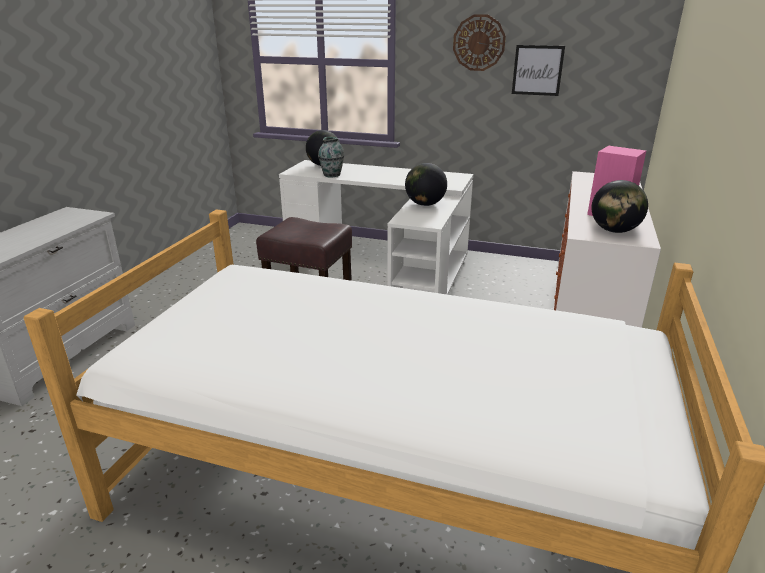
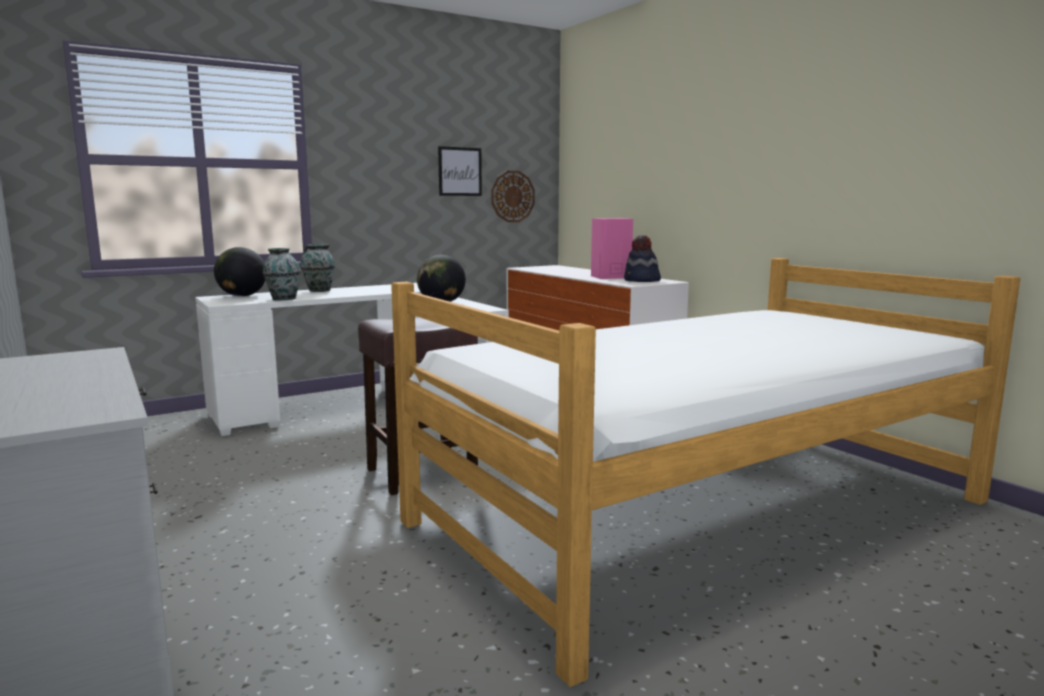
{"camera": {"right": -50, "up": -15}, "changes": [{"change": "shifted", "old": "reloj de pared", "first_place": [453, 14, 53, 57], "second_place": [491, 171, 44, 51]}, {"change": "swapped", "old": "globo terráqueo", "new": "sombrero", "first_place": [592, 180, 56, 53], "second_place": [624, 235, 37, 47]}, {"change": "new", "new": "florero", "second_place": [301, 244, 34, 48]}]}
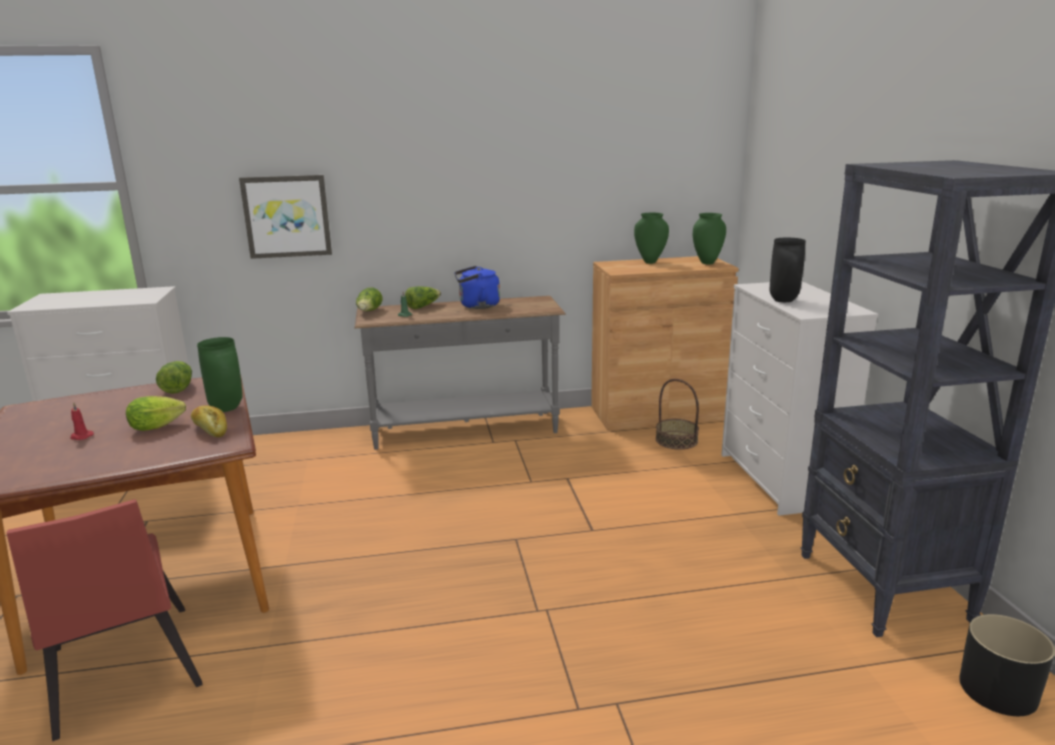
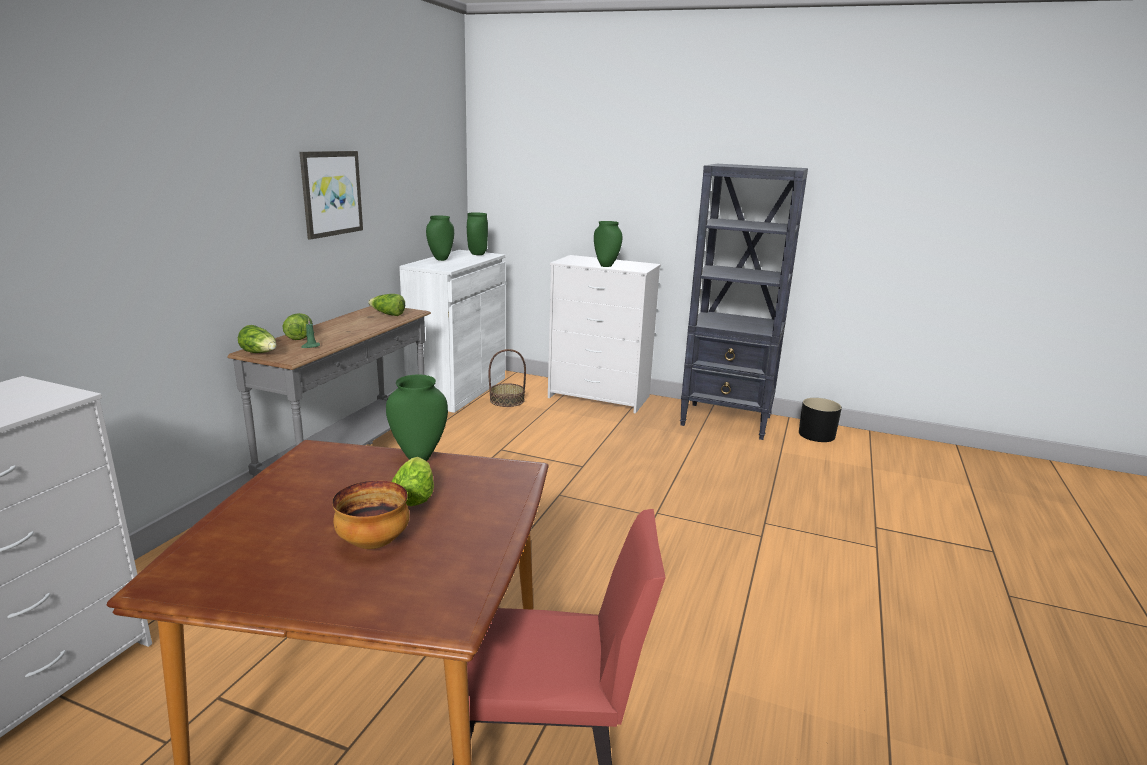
{"camera": {"right": -60, "up": 0}, "changes": [{"change": "shifted", "old": "cuadro", "first_place": [239, 175, 93, 84], "second_place": [299, 151, 64, 89]}, {"change": "repainted", "old": "florero [negro]", "new": "florero [verde]", "first_place": [770, 238, 36, 64], "second_place": [594, 221, 28, 46]}, {"change": "repainted", "old": "armario [marrón]", "new": "armario [blanco]", "first_place": [591, 256, 148, 175], "second_place": [399, 250, 106, 163]}, {"change": "gone", "old": "hervidor [azul]", "first_place": [454, 266, 46, 43]}, {"change": "shifted", "old": "lechuga", "first_place": [156, 361, 36, 33], "second_place": [368, 294, 37, 22]}, {"change": "swapped", "old": "vela [rojo]", "new": "cuenco", "first_place": [70, 402, 24, 38], "second_place": [332, 480, 78, 69]}, {"change": "gone", "old": "pan", "first_place": [191, 405, 36, 32]}]}
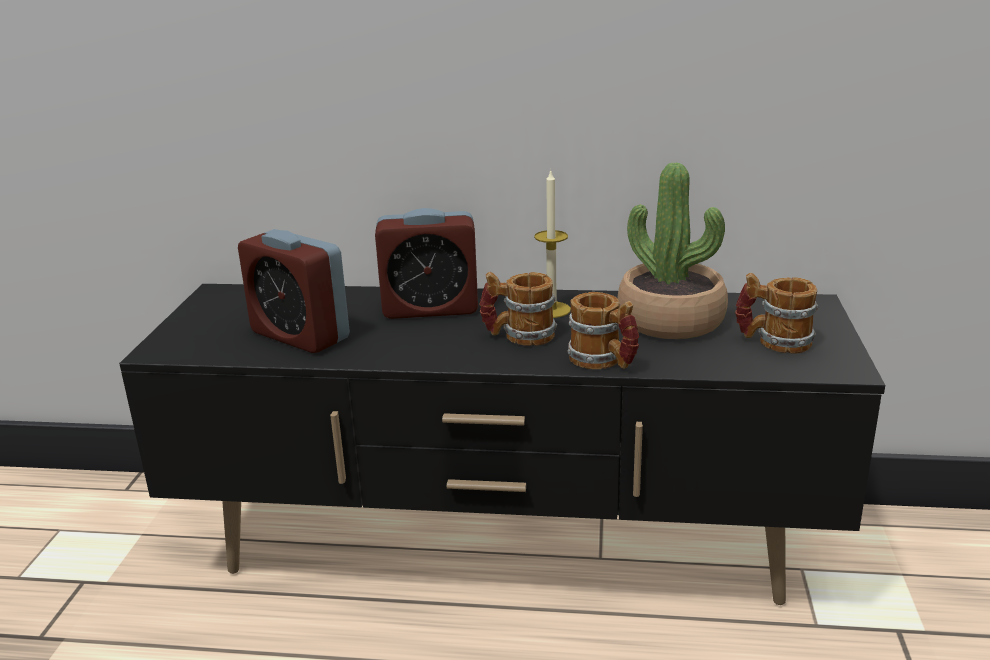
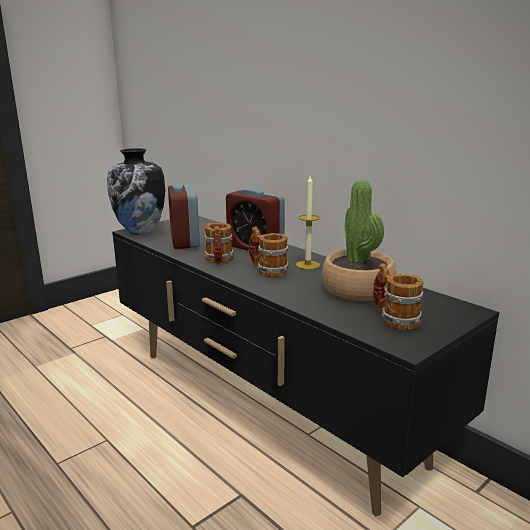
{"camera": {"right": 40, "up": -5}, "changes": [{"change": "shifted", "old": "taza grande", "first_place": [568, 292, 71, 77], "second_place": [205, 223, 29, 42]}, {"change": "new", "new": "florero", "second_place": [107, 148, 58, 87]}]}
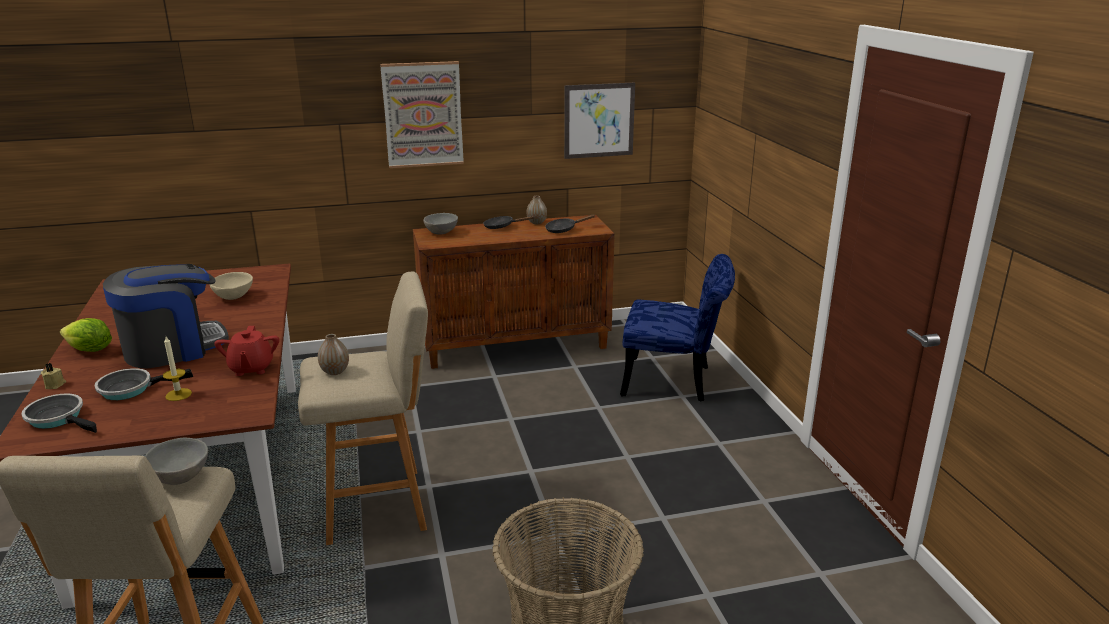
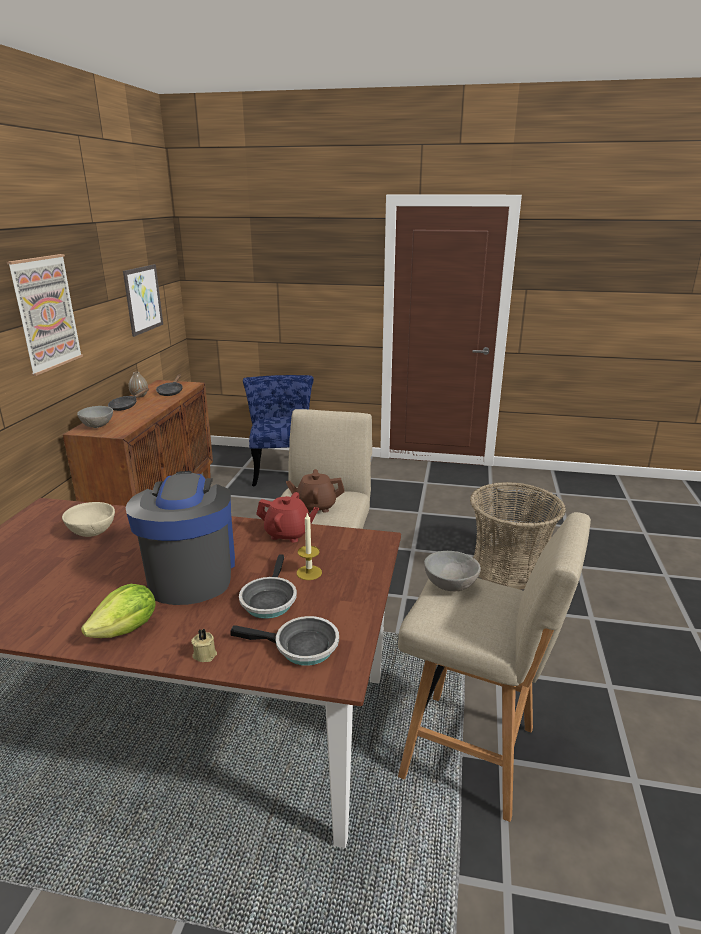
{"camera": {"right": -65, "up": 0}, "changes": [{"change": "rotated", "old": "silla [azul]", "first_place": [620, 254, 115, 147], "second_place": [243, 375, 71, 111], "degrees": -45}, {"change": "swapped", "old": "florero", "new": "tetera [marrón]", "first_place": [318, 334, 31, 41], "second_place": [286, 469, 58, 44]}, {"change": "rotated", "old": "sartén", "first_place": [21, 393, 76, 40], "second_place": [230, 616, 109, 50], "degrees": -135}]}
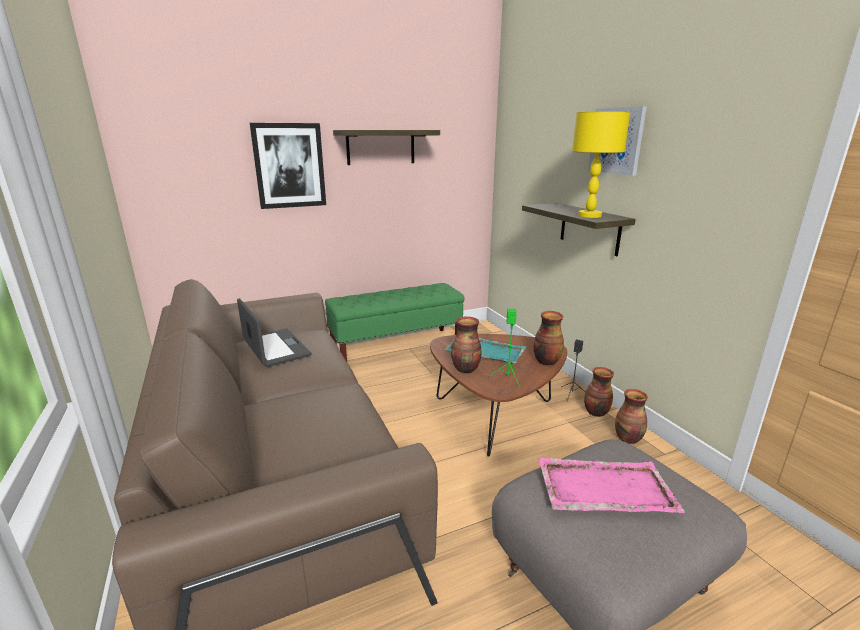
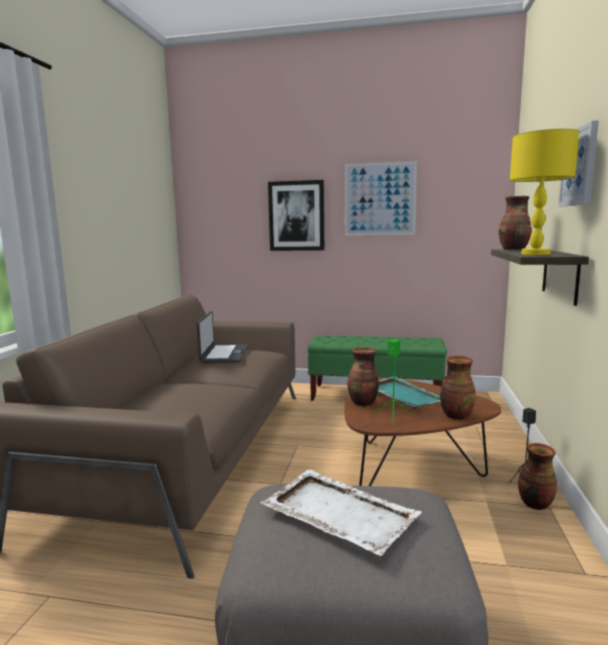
{"camera": {"right": 35, "up": -10}, "changes": [{"change": "swapped", "old": "estante", "new": "cuadro", "first_place": [333, 130, 107, 35], "second_place": [345, 161, 72, 75]}, {"change": "shifted", "old": "florero", "first_place": [615, 389, 33, 55], "second_place": [499, 196, 32, 54]}, {"change": "repainted", "old": "bandeja [rosa]", "new": "bandeja [blanco]", "first_place": [538, 458, 147, 55], "second_place": [260, 469, 162, 87]}]}
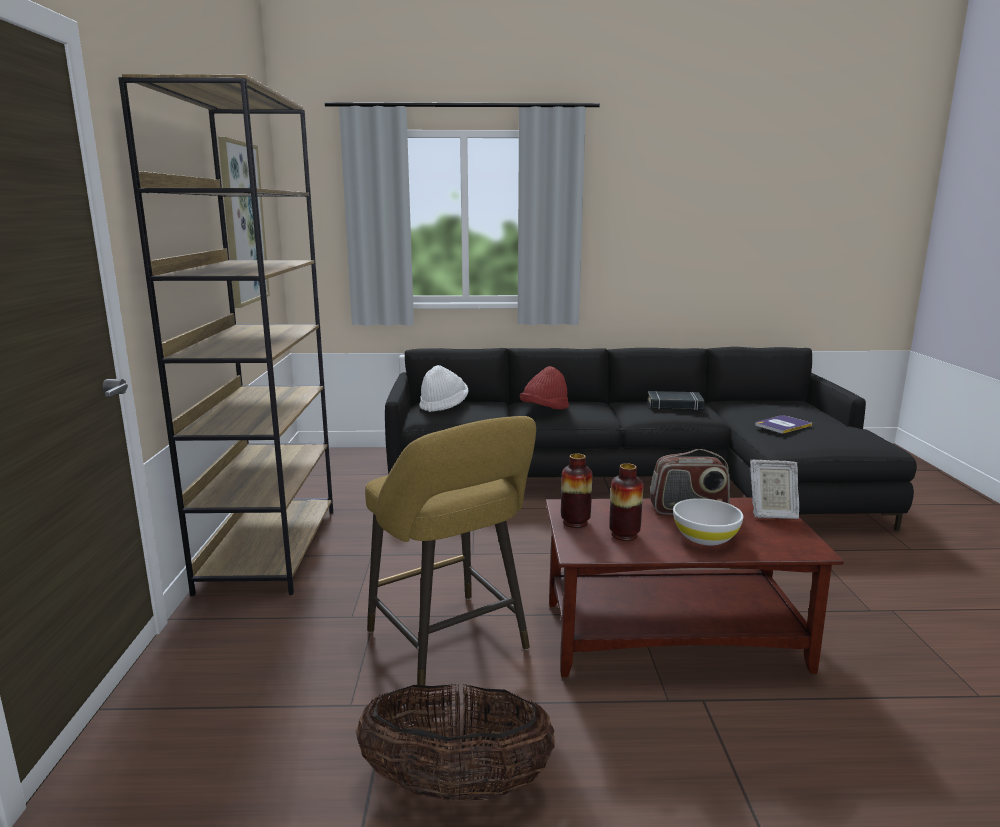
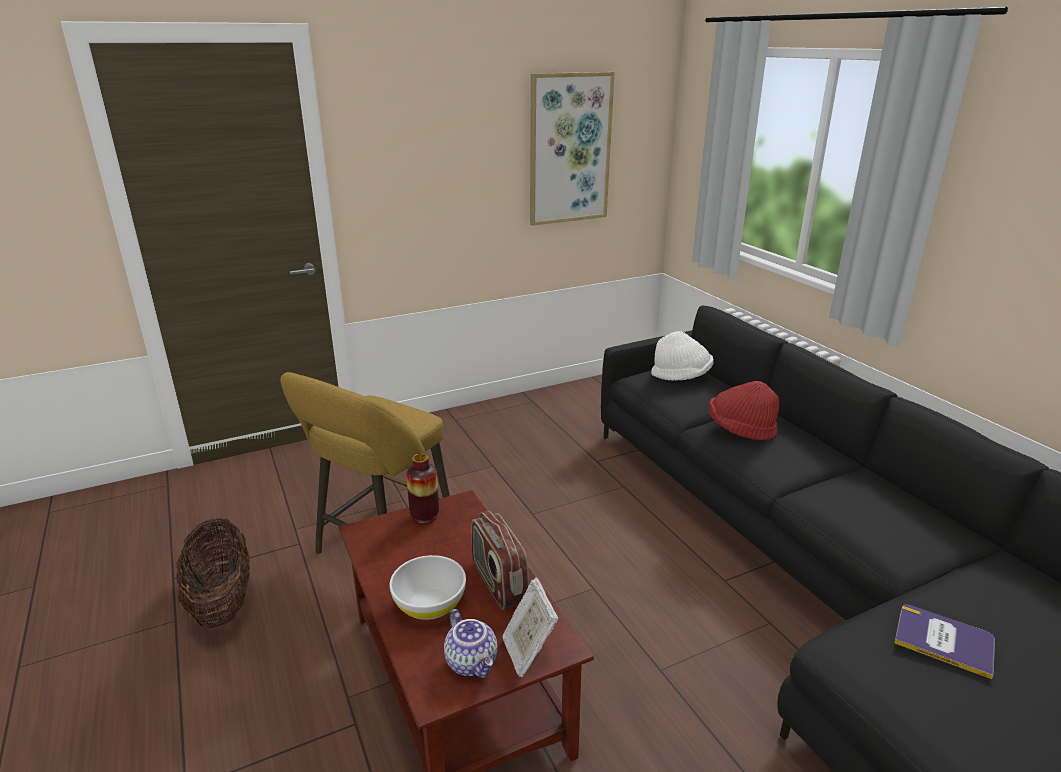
{"camera": {"right": 65, "up": 10}, "changes": [{"change": "gone", "old": "estantería [marrón]", "first_place": [118, 74, 215, 522]}, {"change": "gone", "old": "libro [negro]", "first_place": [647, 391, 57, 19]}, {"change": "gone", "old": "florero", "first_place": [609, 463, 34, 78]}, {"change": "new", "new": "tetera", "second_place": [444, 609, 54, 69]}]}
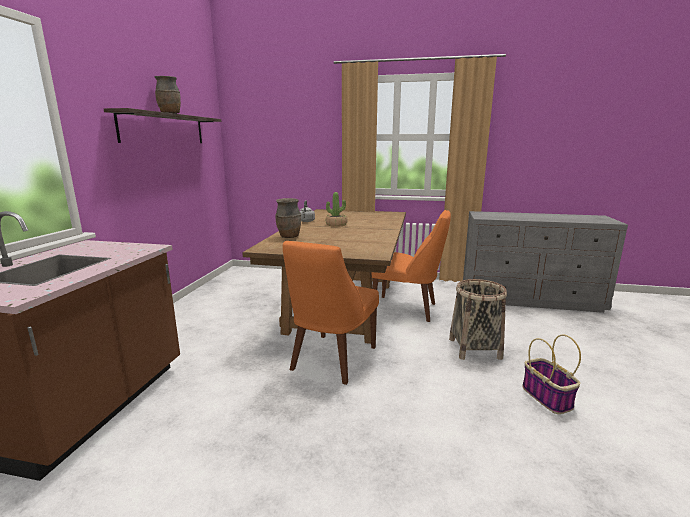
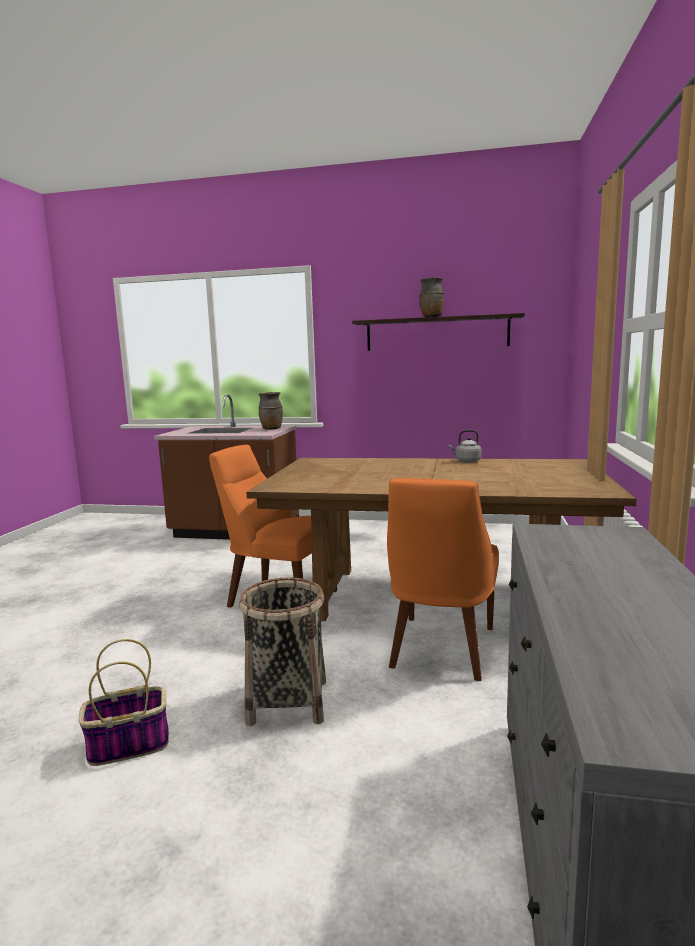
{"camera": {"right": 90, "up": -5}, "changes": [{"change": "gone", "old": "planta en maceta", "first_place": [326, 192, 21, 35]}, {"change": "shifted", "old": "florero [marrón]", "first_place": [276, 198, 25, 40], "second_place": [258, 392, 25, 38]}]}
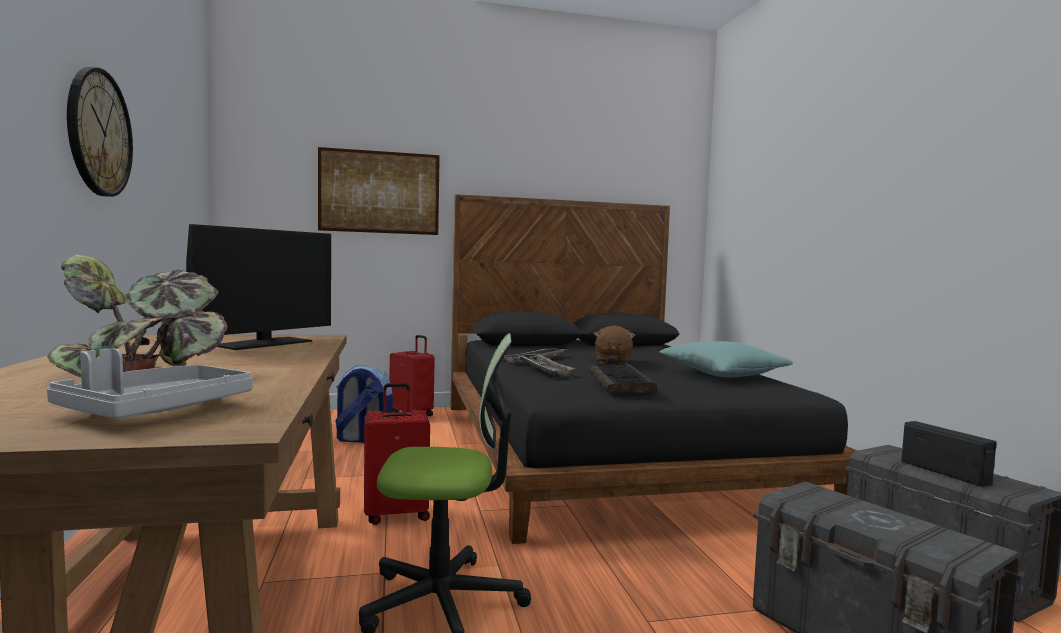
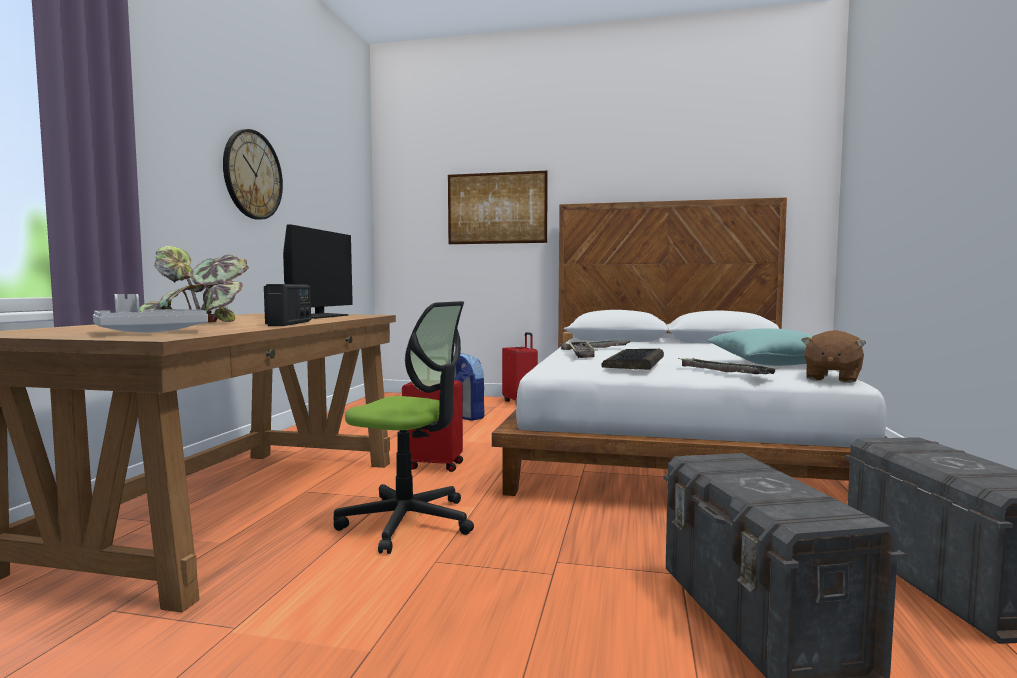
{"camera": {"right": 25, "up": 0}, "changes": [{"change": "repainted", "old": "cama [negro]", "new": "cama [blanco]", "first_place": [450, 194, 407, 350], "second_place": [492, 197, 396, 299]}, {"change": "rotated", "old": "monitor", "first_place": [186, 224, 145, 126], "second_place": [283, 224, 70, 95], "degrees": -45}, {"change": "shifted", "old": "peluche [marrón]", "first_place": [593, 325, 42, 39], "second_place": [801, 330, 65, 53]}, {"change": "shifted", "old": "radio", "first_place": [901, 421, 96, 66], "second_place": [264, 284, 47, 42]}, {"change": "new", "new": "bandeja", "second_place": [678, 358, 101, 16]}]}
